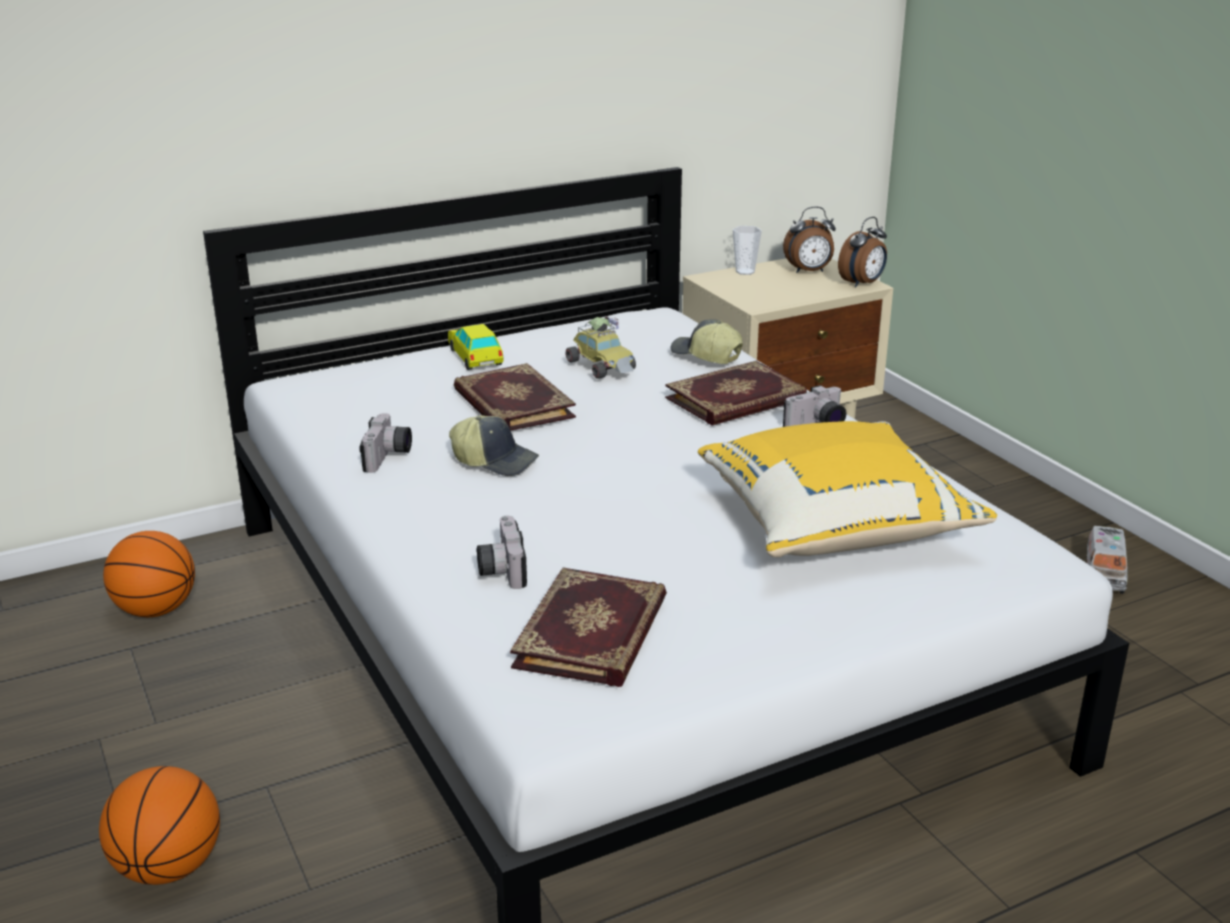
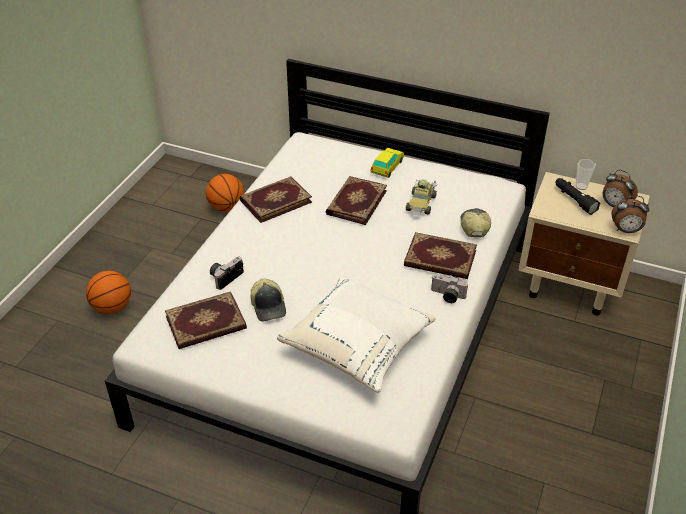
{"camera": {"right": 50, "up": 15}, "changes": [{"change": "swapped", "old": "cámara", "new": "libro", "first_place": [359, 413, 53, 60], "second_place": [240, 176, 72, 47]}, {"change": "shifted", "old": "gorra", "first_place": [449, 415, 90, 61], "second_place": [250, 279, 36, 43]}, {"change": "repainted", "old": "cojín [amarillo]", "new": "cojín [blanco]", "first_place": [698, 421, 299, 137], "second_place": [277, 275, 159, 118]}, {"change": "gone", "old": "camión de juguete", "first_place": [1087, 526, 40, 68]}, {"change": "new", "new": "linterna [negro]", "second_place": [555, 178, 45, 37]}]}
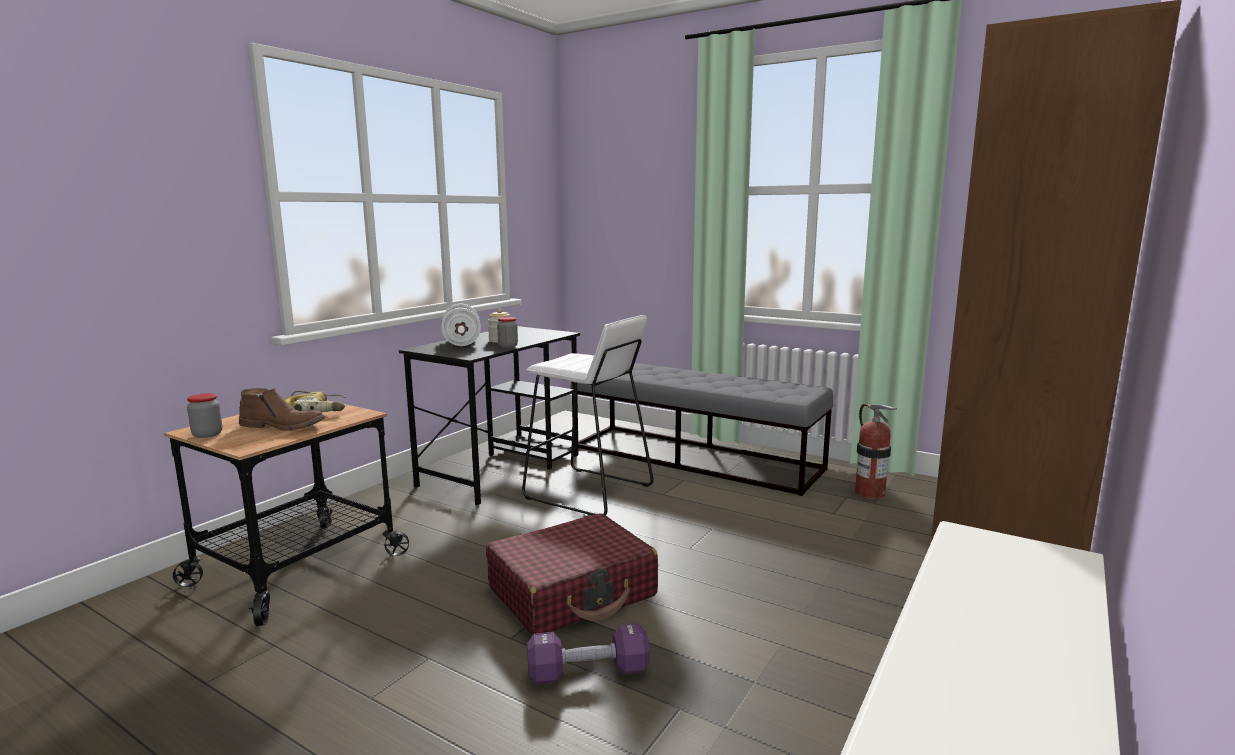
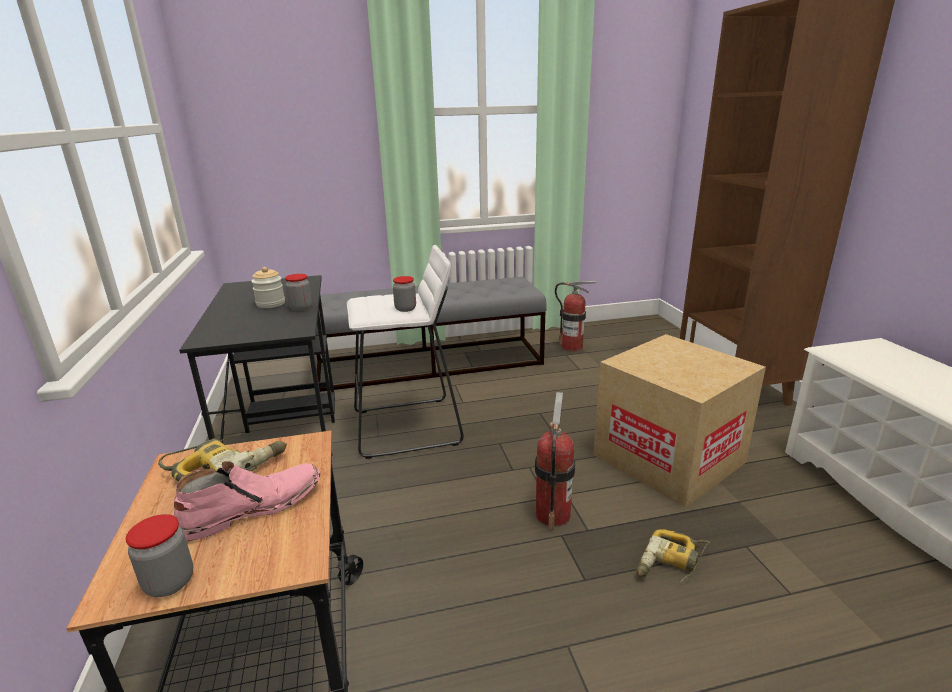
{"camera": {"right": -45, "up": 10}, "changes": [{"change": "gone", "old": "mancuerna [blanco]", "first_place": [441, 304, 40, 42]}, {"change": "repainted", "old": "bota [marrón]", "new": "bota [rosa]", "first_place": [239, 388, 86, 43], "second_place": [174, 461, 146, 80]}, {"change": "swapped", "old": "maleta [rojo]", "new": "extintor", "first_place": [486, 513, 172, 123], "second_place": [535, 392, 40, 138]}, {"change": "swapped", "old": "mancuerna [morado]", "new": "taladro", "first_place": [527, 623, 123, 62], "second_place": [637, 529, 74, 53]}, {"change": "new", "new": "tarro", "second_place": [393, 276, 23, 36]}, {"change": "new", "new": "caja de cartón", "second_place": [593, 334, 173, 174]}]}
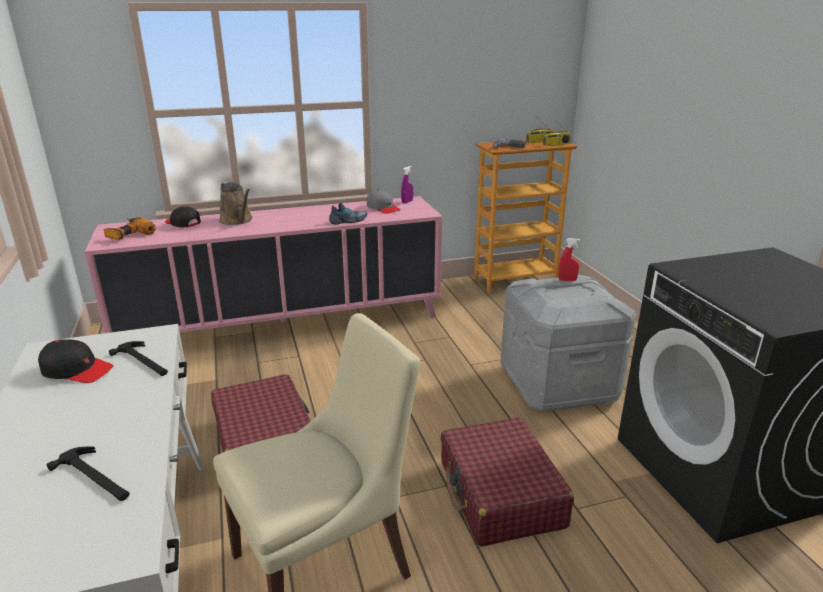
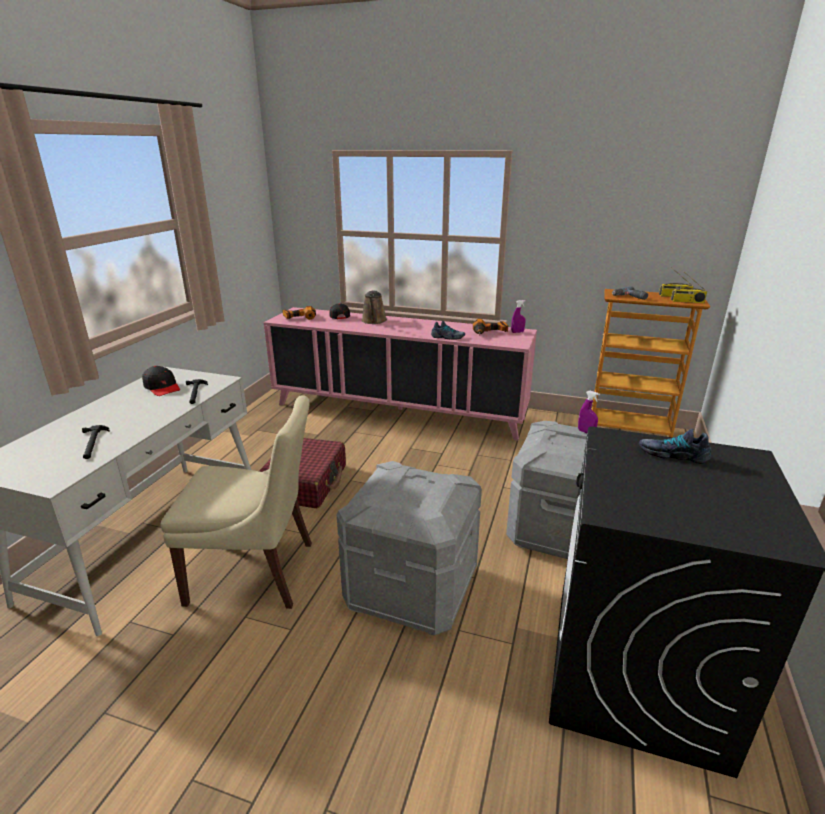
{"camera": {"right": 35, "up": 0}, "changes": [{"change": "swapped", "old": "gorra [gris]", "new": "taladro", "first_place": [367, 189, 33, 25], "second_place": [473, 319, 35, 16]}, {"change": "repainted", "old": "pulverizador [rojo]", "new": "pulverizador [morado]", "first_place": [558, 238, 22, 43], "second_place": [578, 391, 22, 42]}, {"change": "swapped", "old": "maleta [rojo]", "new": "caja de almacenaje [gris]", "first_place": [441, 417, 133, 130], "second_place": [337, 461, 145, 174]}, {"change": "new", "new": "zapato", "second_place": [639, 428, 72, 36]}]}
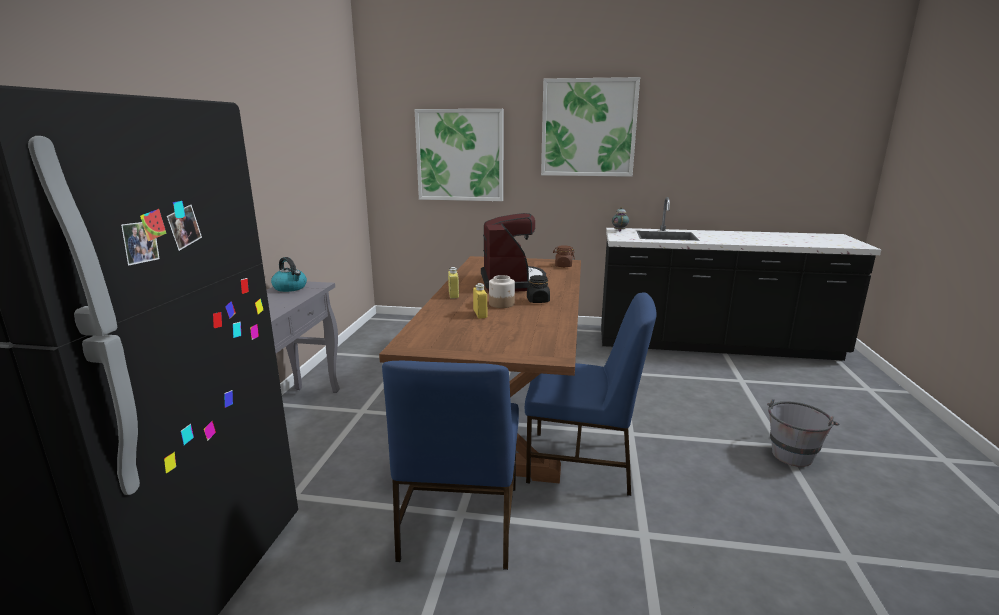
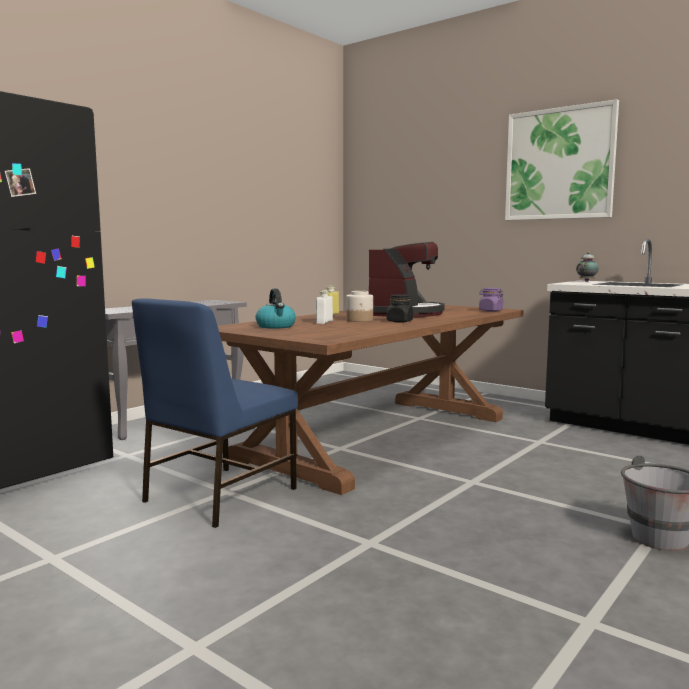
{"camera": {"right": 30, "up": -10}, "changes": [{"change": "gone", "old": "cuadro", "first_place": [415, 109, 88, 92]}, {"change": "repainted", "old": "tarro [marrón]", "new": "tarro [morado]", "first_place": [553, 245, 22, 22], "second_place": [479, 288, 25, 24]}, {"change": "shifted", "old": "hervidor", "first_place": [271, 257, 36, 35], "second_place": [256, 289, 40, 40]}, {"change": "repainted", "old": "botella [amarillo]", "new": "botella [blanco]", "first_place": [473, 283, 15, 36], "second_place": [316, 290, 17, 34]}, {"change": "gone", "old": "silla [azul]", "first_place": [525, 292, 131, 204]}]}
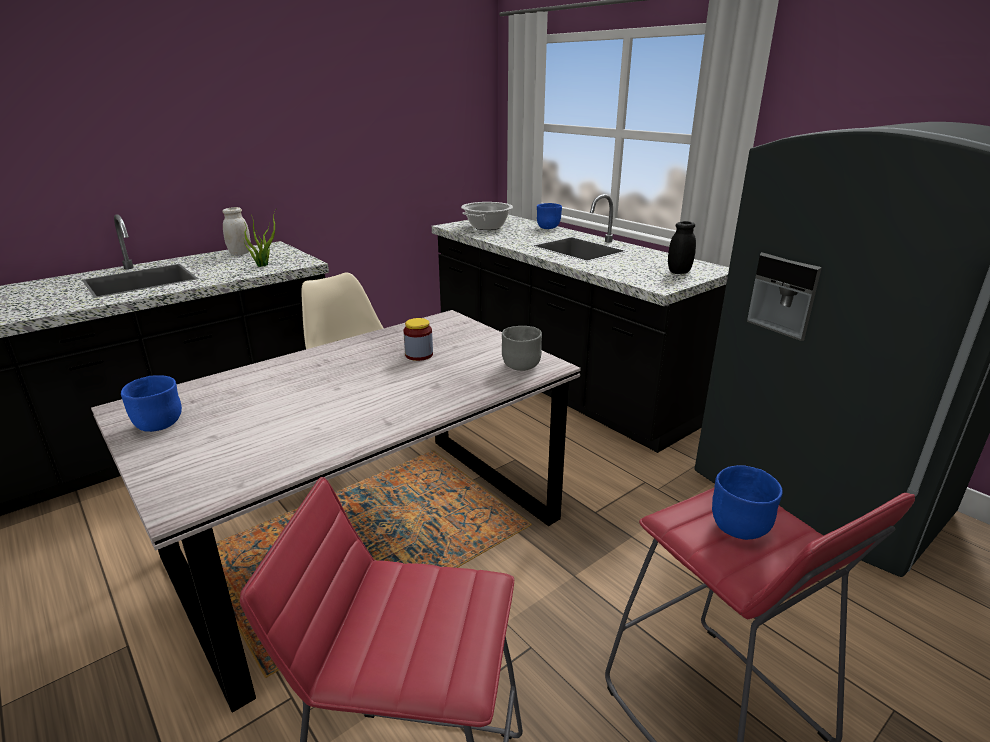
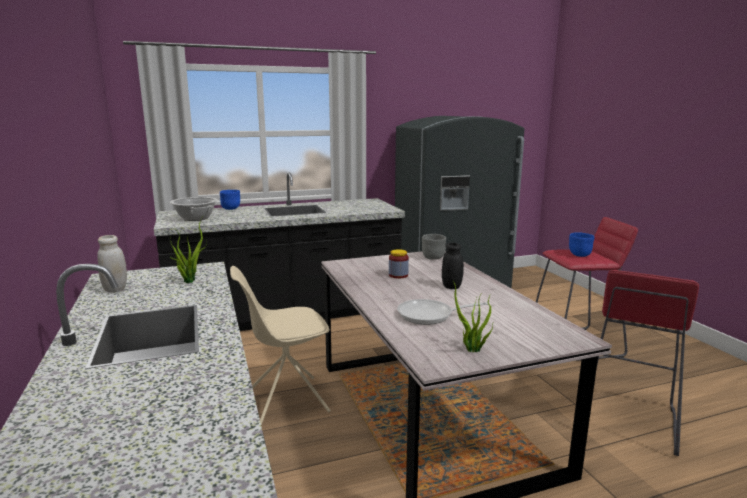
{"camera": {"right": -70, "up": -10}, "changes": [{"change": "shifted", "old": "tarro [negro]", "first_place": [668, 221, 28, 53], "second_place": [442, 243, 22, 46]}, {"change": "swapped", "old": "cuenco [azul]", "new": "planta en maceta", "first_place": [121, 375, 61, 57], "second_place": [453, 281, 40, 71]}, {"change": "new", "new": "sartén", "second_place": [397, 299, 92, 26]}]}
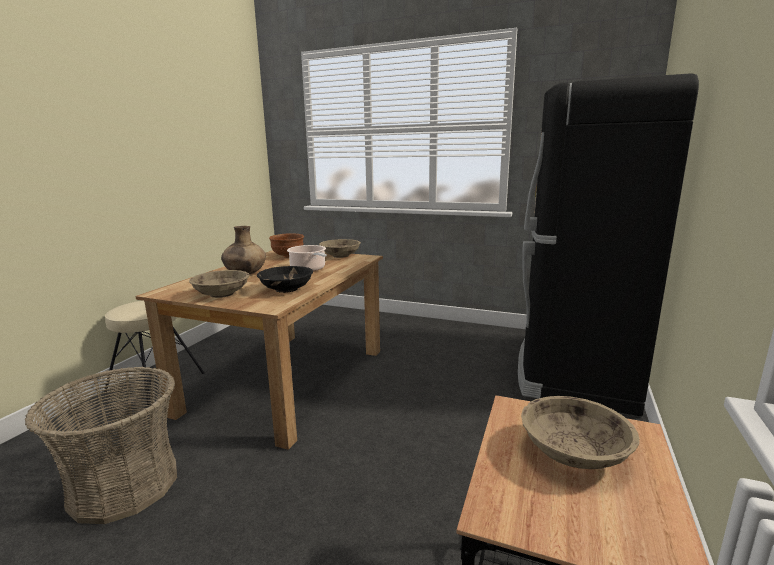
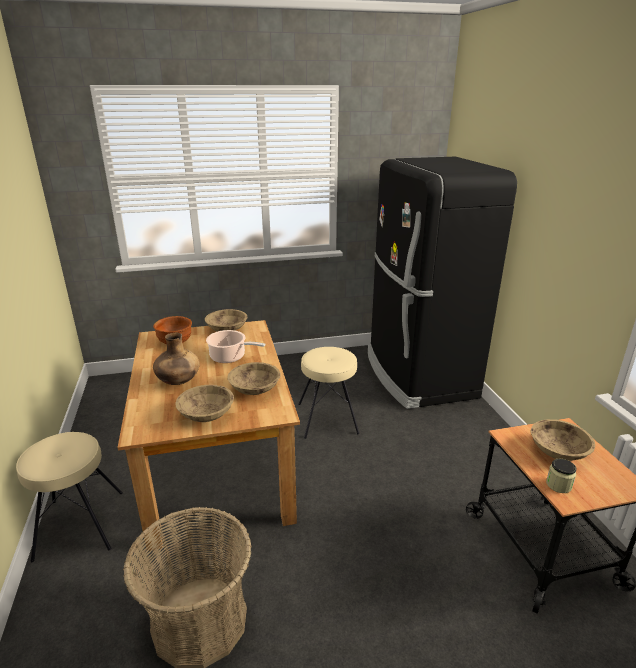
{"camera": {"right": -35, "up": 10}, "changes": [{"change": "repainted", "old": "cuenco [negro]", "new": "cuenco [beis]", "first_place": [257, 266, 56, 27], "second_place": [227, 362, 54, 33]}, {"change": "new", "new": "taburete [beis]", "second_place": [298, 347, 62, 92]}, {"change": "new", "new": "tarro", "second_place": [546, 459, 30, 34]}]}
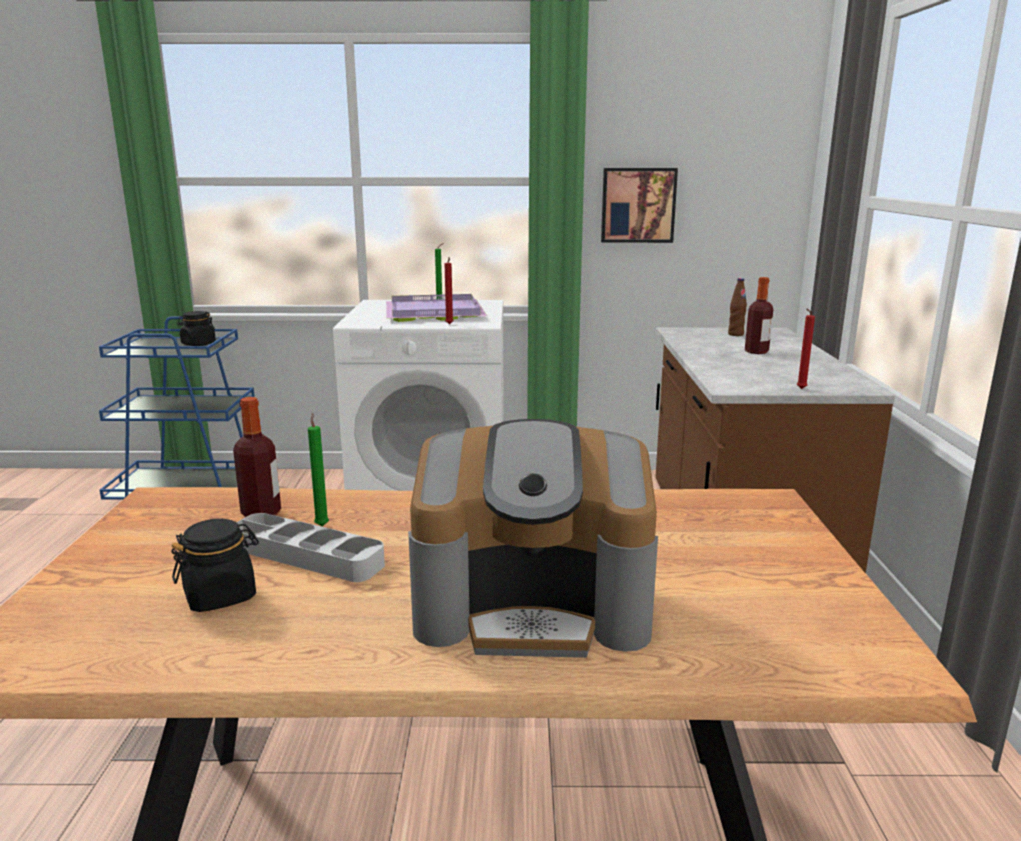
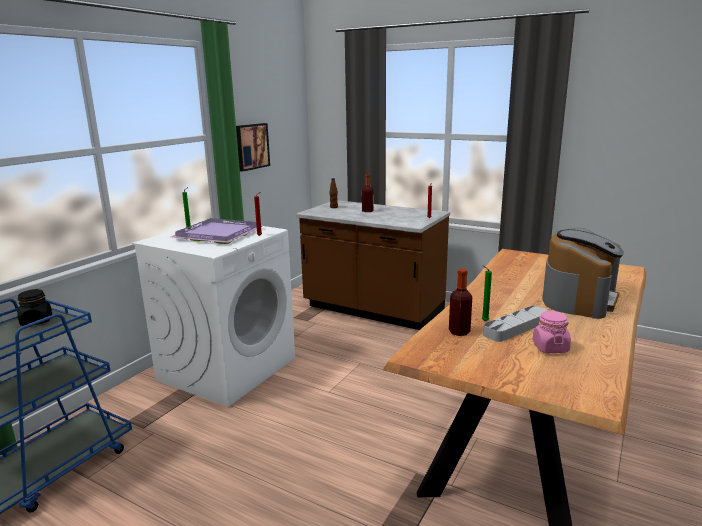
{"camera": {"right": -60, "up": 0}, "changes": [{"change": "repainted", "old": "tarro [negro]", "new": "tarro [rosa]", "first_place": [171, 519, 88, 93], "second_place": [532, 311, 39, 42]}]}
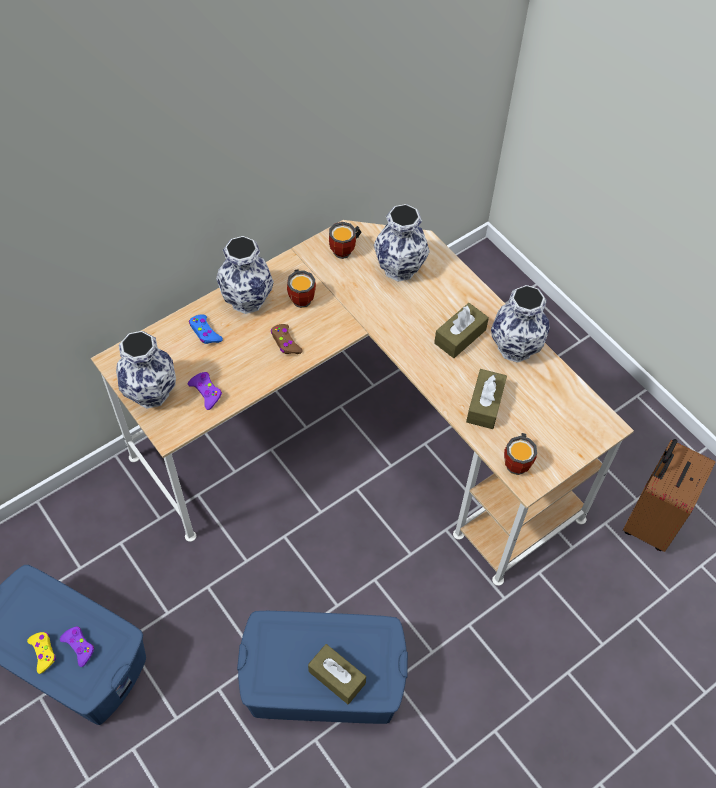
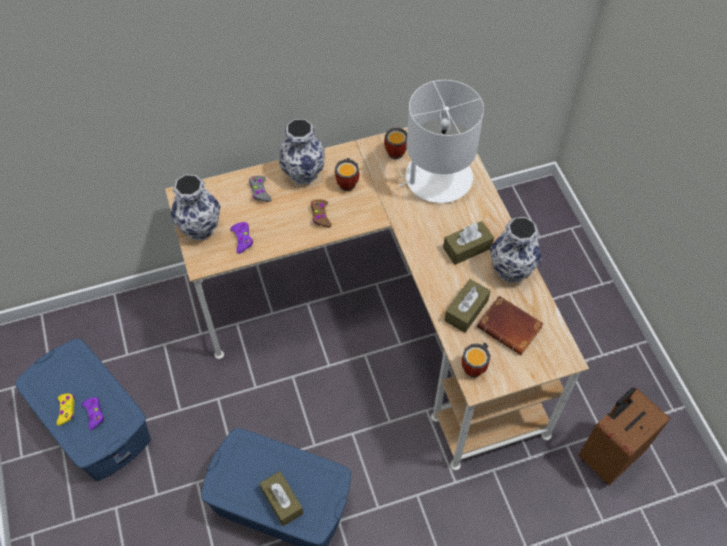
{"camera": {"right": 20, "up": 0}, "changes": [{"change": "swapped", "old": "florero", "new": "lámpara de mesa [blanco]", "first_place": [374, 204, 56, 77], "second_place": [399, 80, 85, 123]}, {"change": "repainted", "old": "mando de consola [azul]", "new": "mando de consola [gris]", "first_place": [189, 314, 34, 30], "second_place": [249, 176, 23, 26]}, {"change": "new", "new": "libro [marrón]", "second_place": [477, 296, 67, 59]}]}
